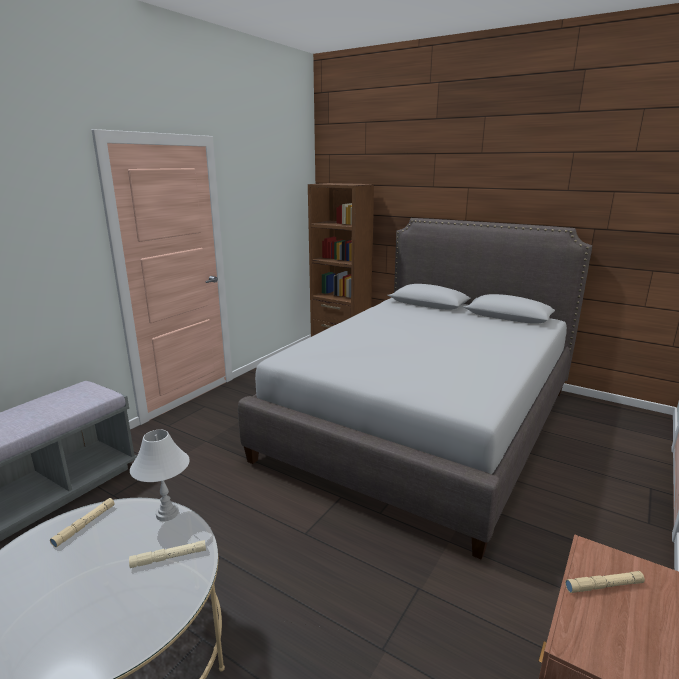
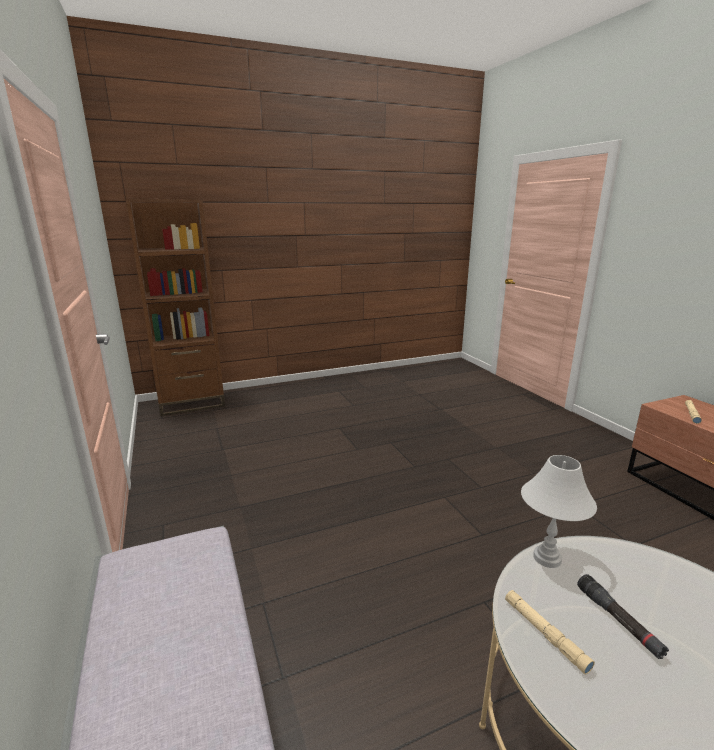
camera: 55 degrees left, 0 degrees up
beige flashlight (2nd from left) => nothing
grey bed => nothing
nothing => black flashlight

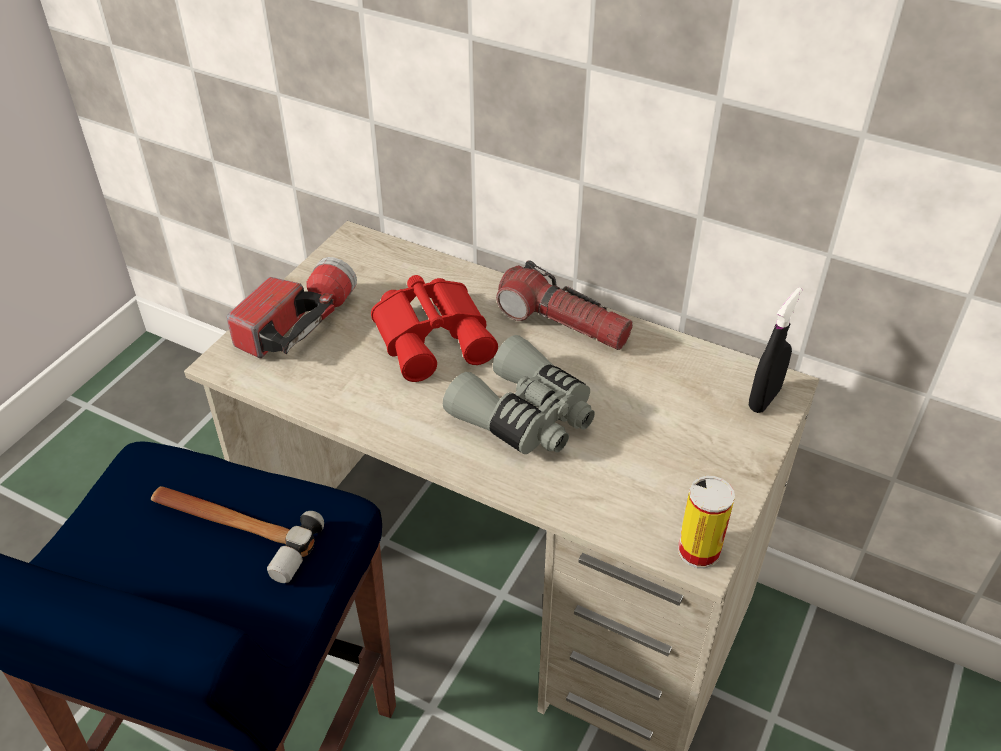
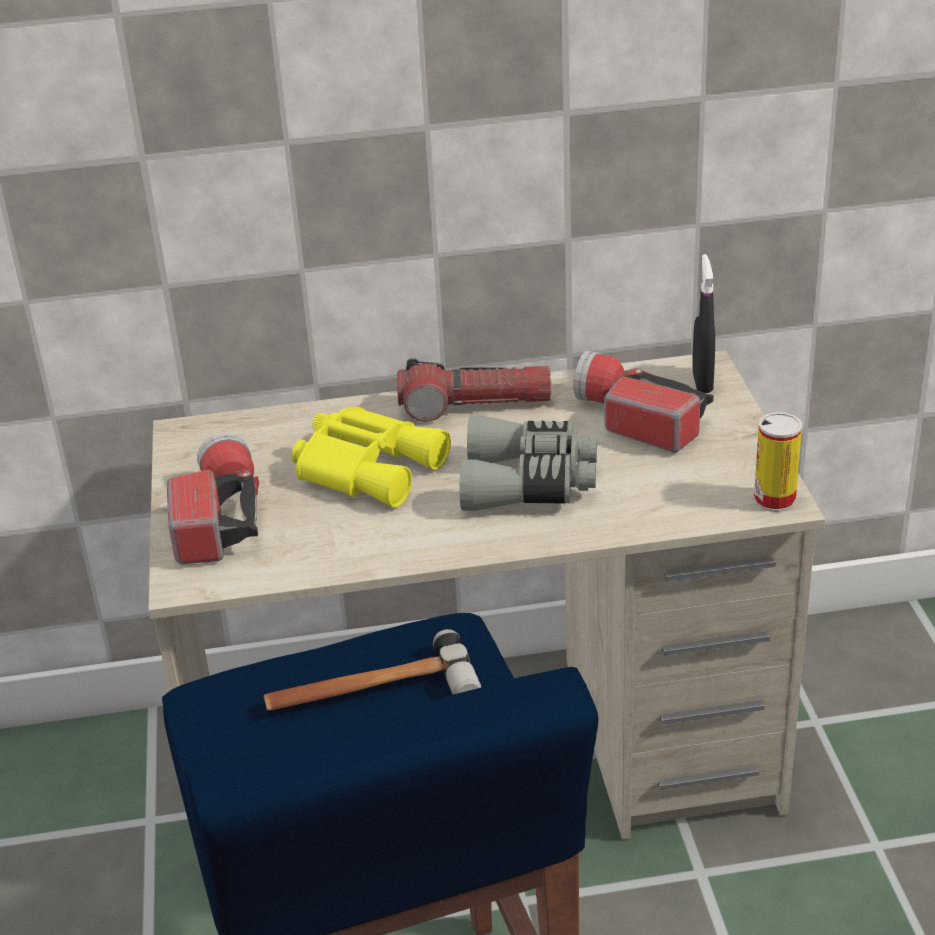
camera: 35 degrees left, 10 degrees down
red binoculars => yellow binoculars
nothing => flashlight (3rd from left)

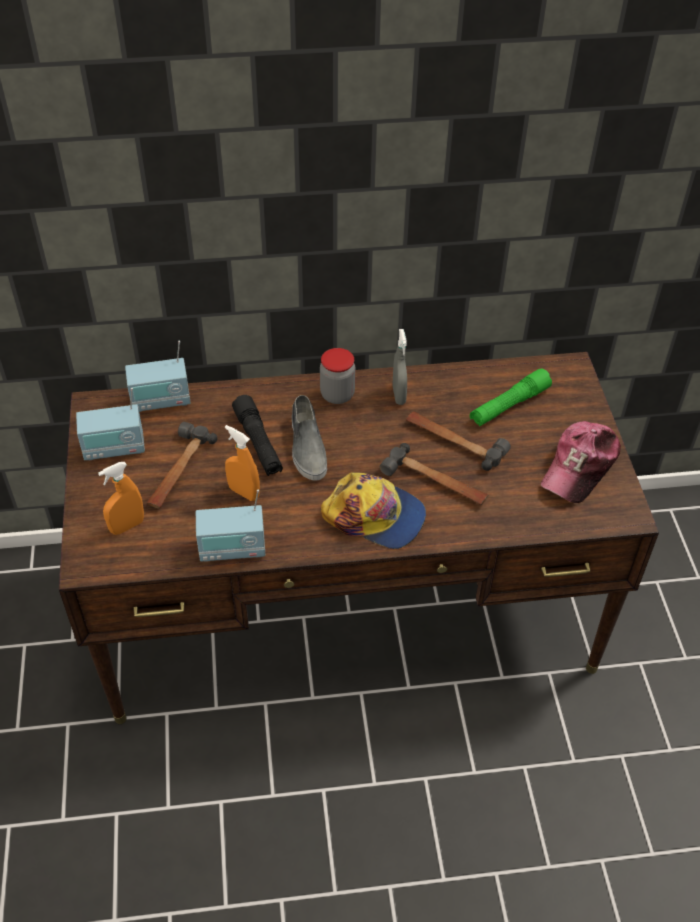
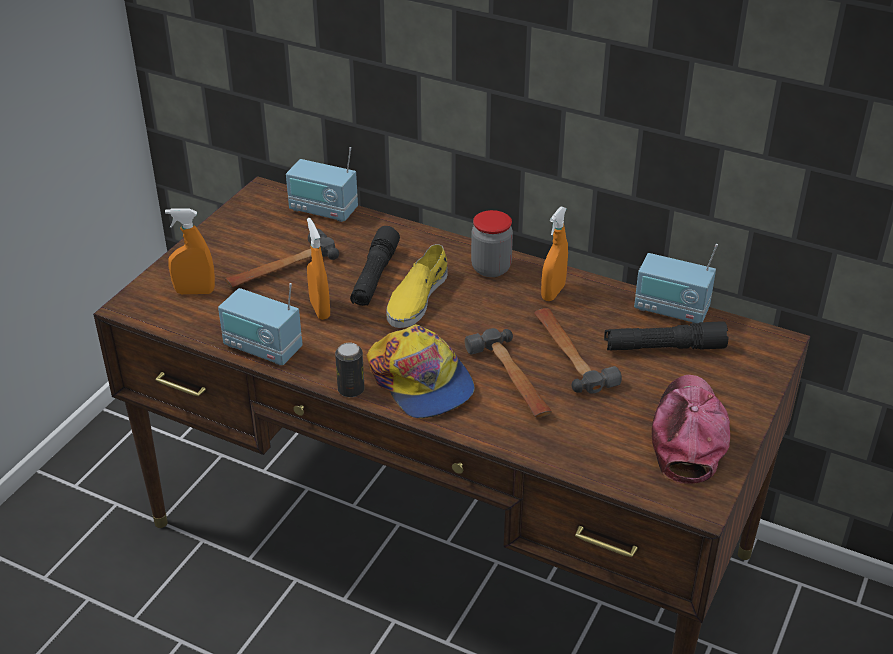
camera: 35 degrees right, 10 degrees down
radio (1st from left in the first image) => radio (3rd from left), moved
grey shoe => yellow shoe
grey spray bottle => orange spray bottle (3rd from left)
green flashlight => black flashlight (2nd from left)
cap (2nd from left), 120 degrees clockwise
nothing => can

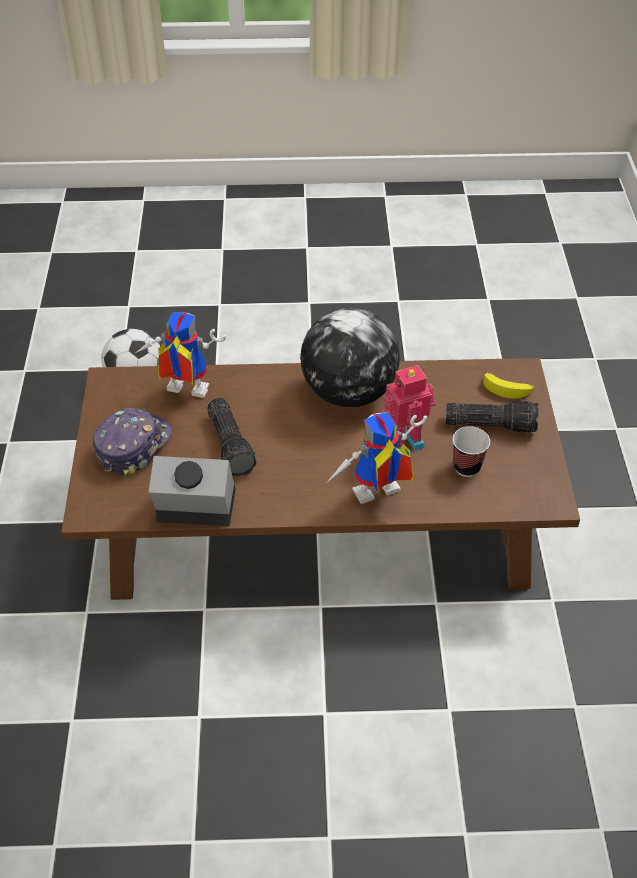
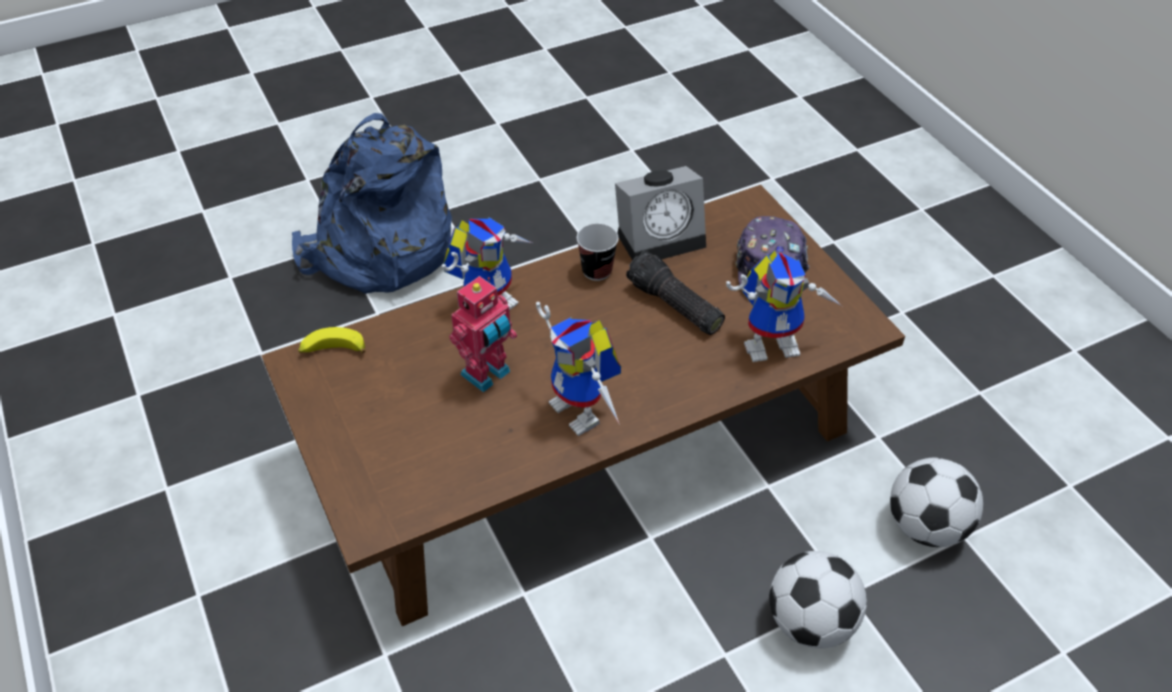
camera: 155 degrees right, 0 degrees up
globe => toy robot (3rd from left)
flashlight (2nd from left) => nothing
cup, moved
banana, moved
nothing => blue backpack
nothing => football (1st from left)

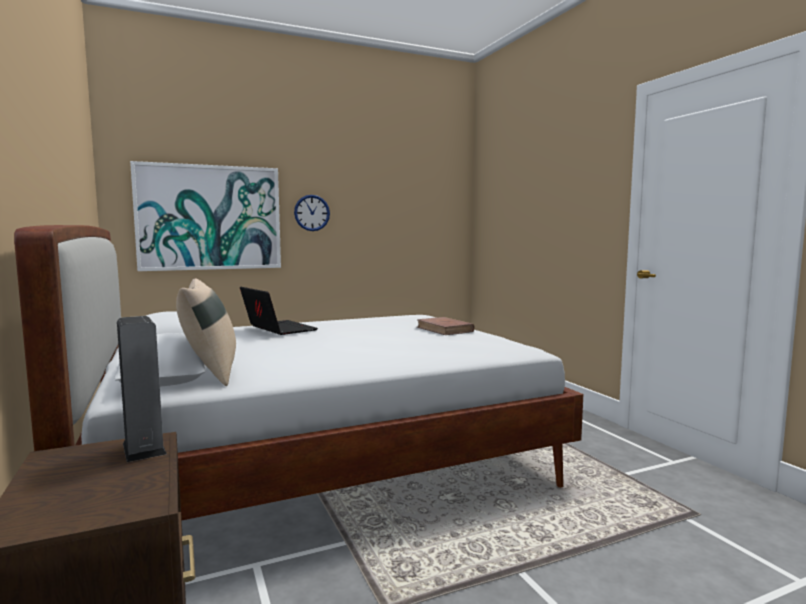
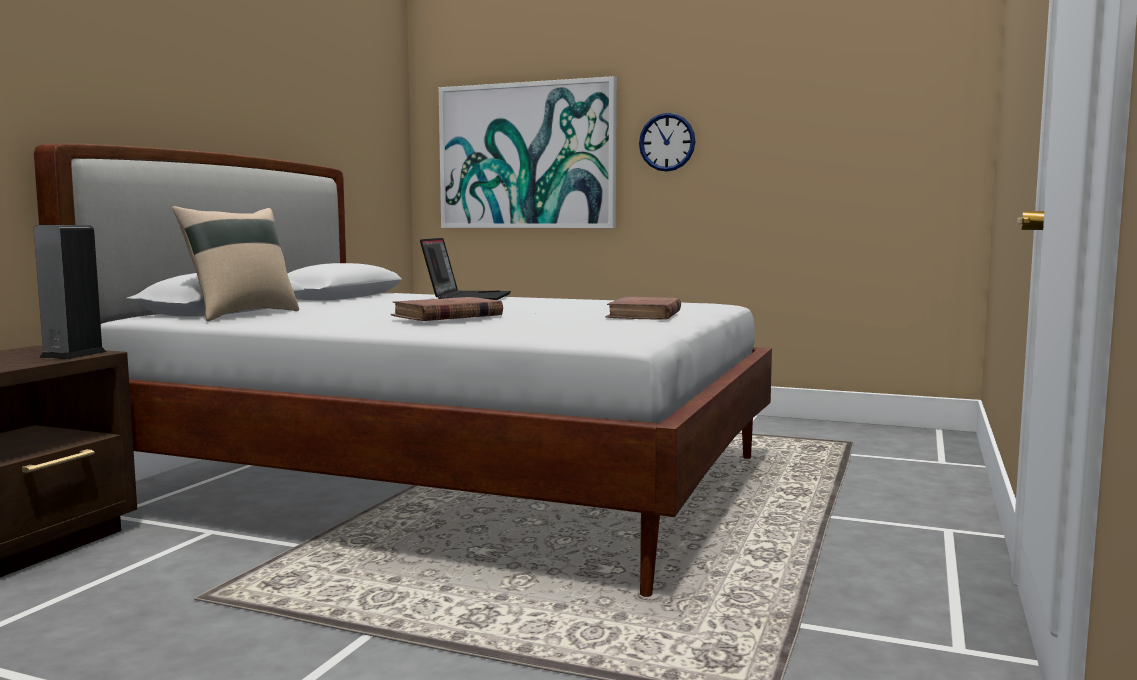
camera: 45 degrees right, 0 degrees up
nothing => brown book (1st from left)

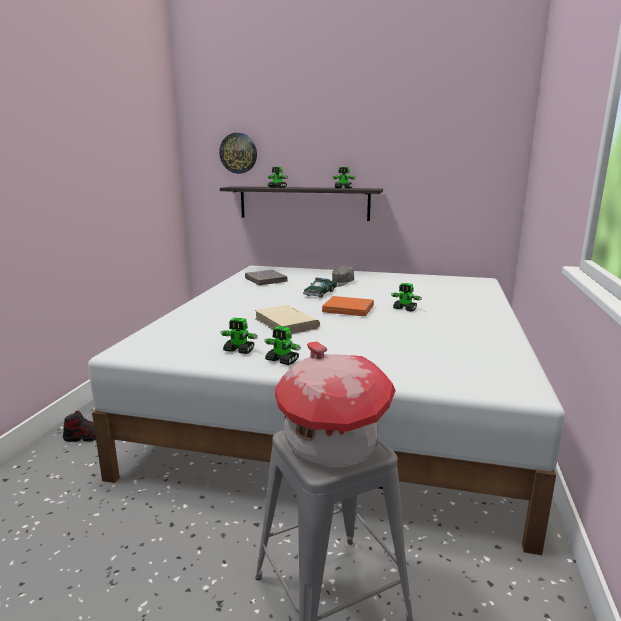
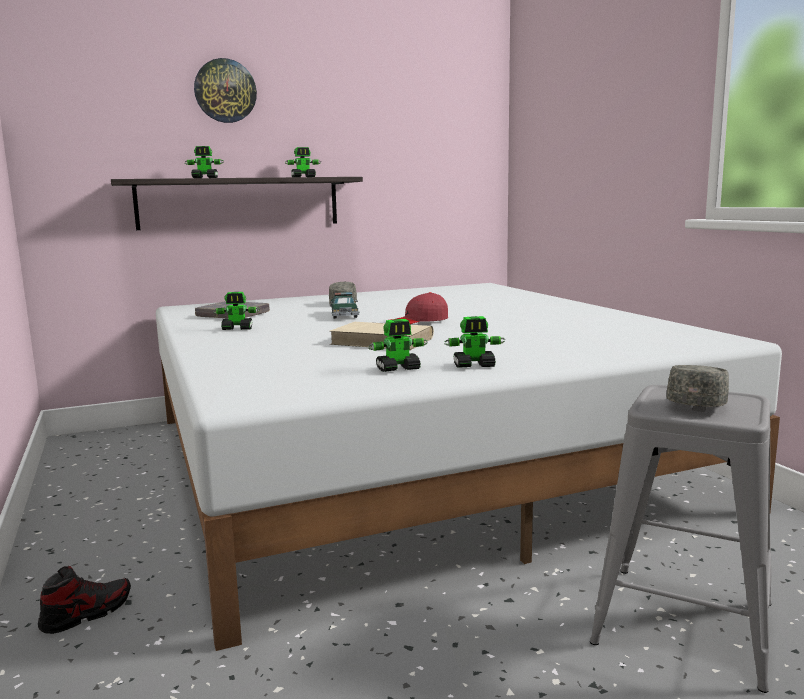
camera: 35 degrees left, 5 degrees down
wall clock, moved
toy house => grey cap (2nd from left)
orange book => red cap
toy robot (5th from left in the first image) => toy robot (2nd from left), moved

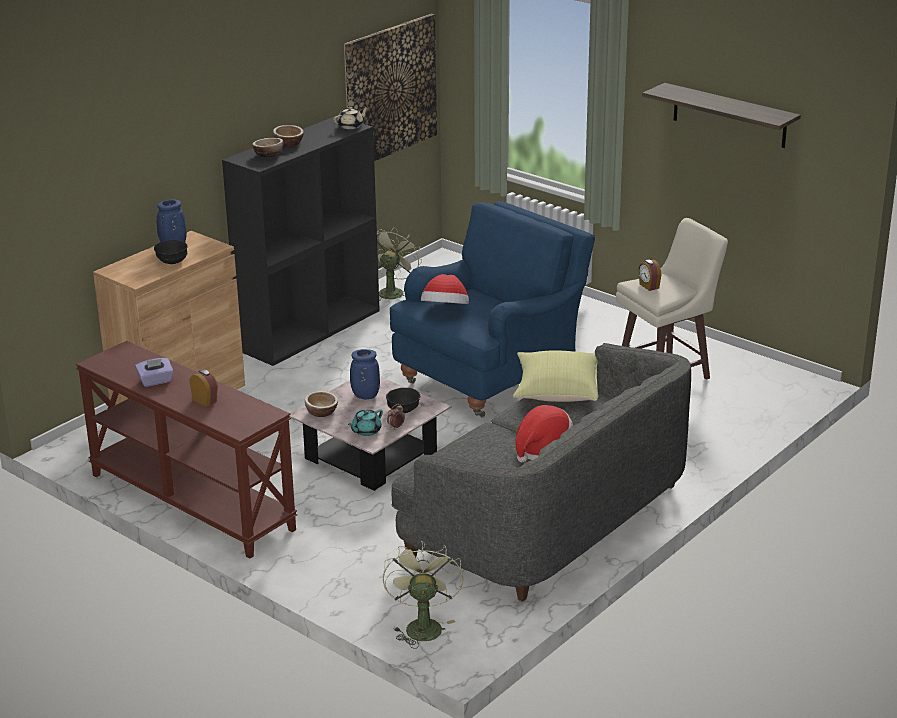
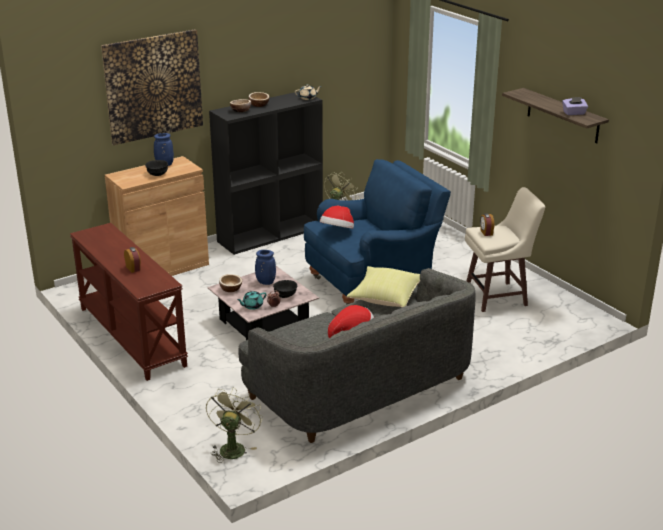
camera: 15 degrees right, 0 degrees up
purple tissue box, moved
picture, moved

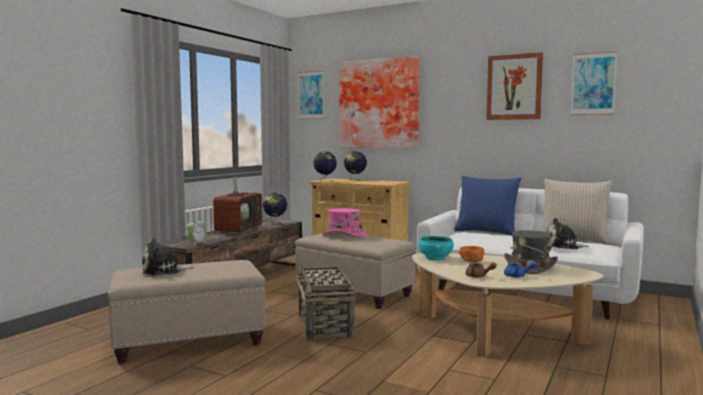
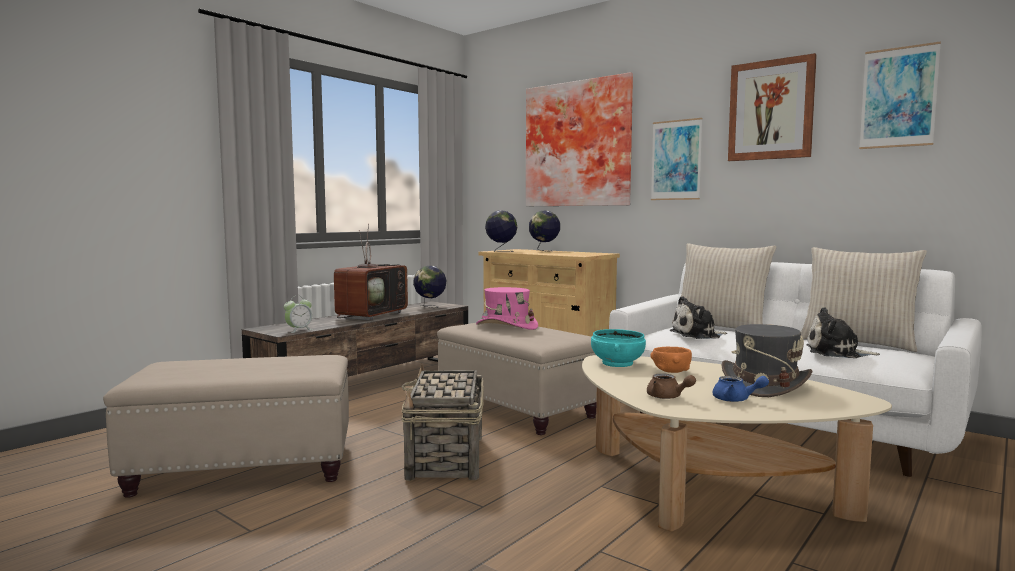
camera: 10 degrees right, 0 degrees up
plush toy (1st from left), moved
picture (1st from left in the first image) => picture (2nd from left), moved
blue pillow => beige pillow (1st from left)

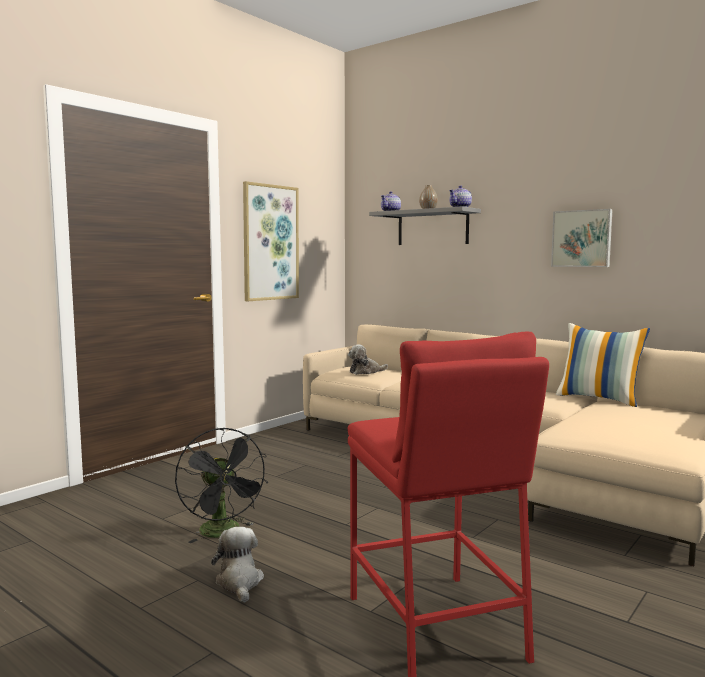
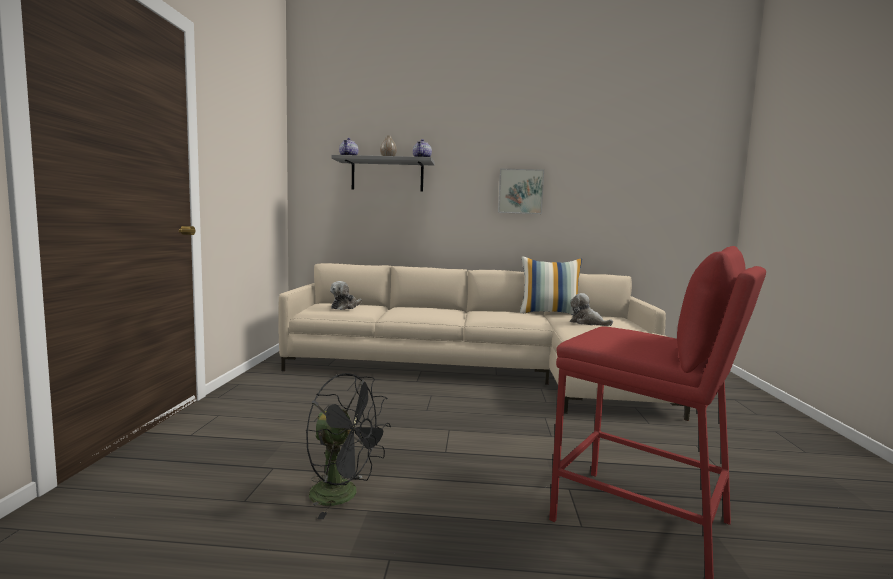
camera: 35 degrees left, 0 degrees up
plush toy (1st from left in the first image) => plush toy (2nd from left), moved
picture (1st from left) => nothing

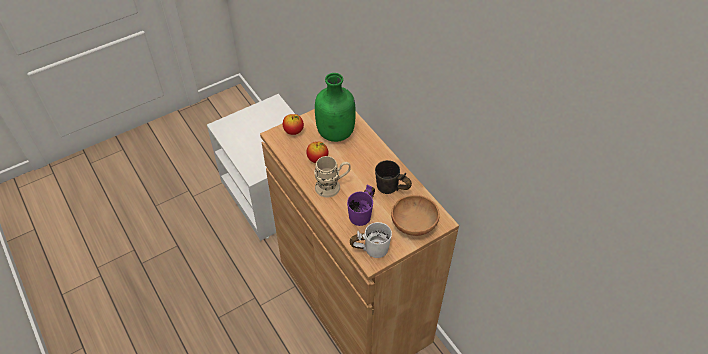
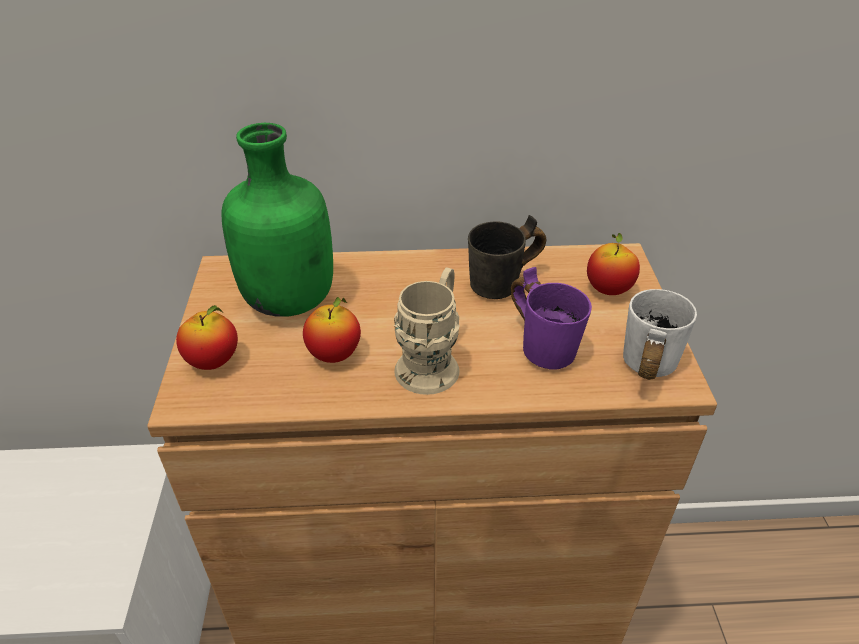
camera: 60 degrees left, 10 degrees down
brown bowl => apple (3rd from left)

